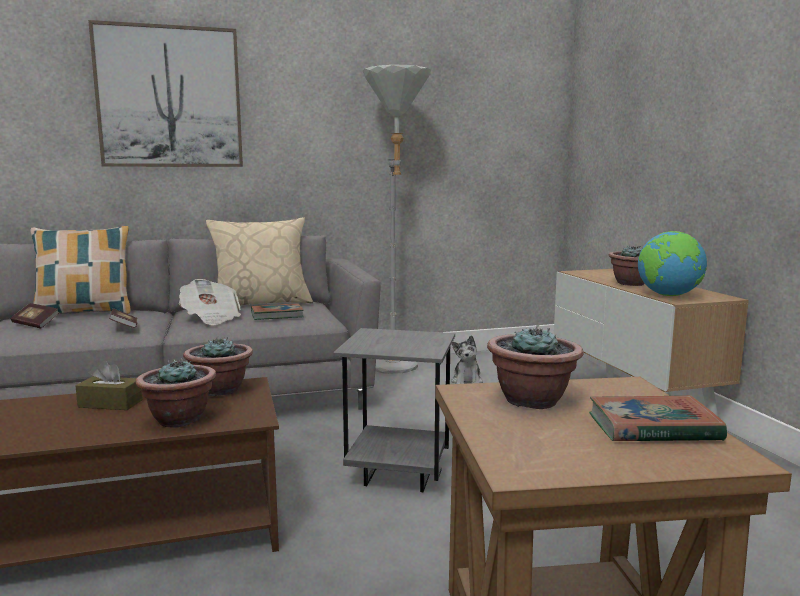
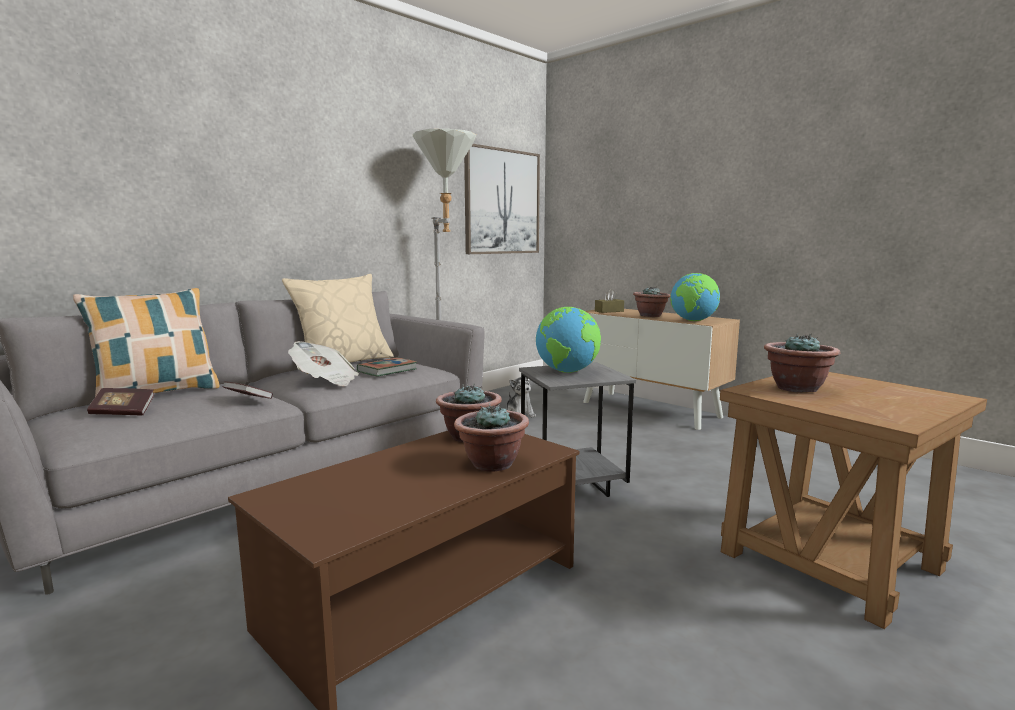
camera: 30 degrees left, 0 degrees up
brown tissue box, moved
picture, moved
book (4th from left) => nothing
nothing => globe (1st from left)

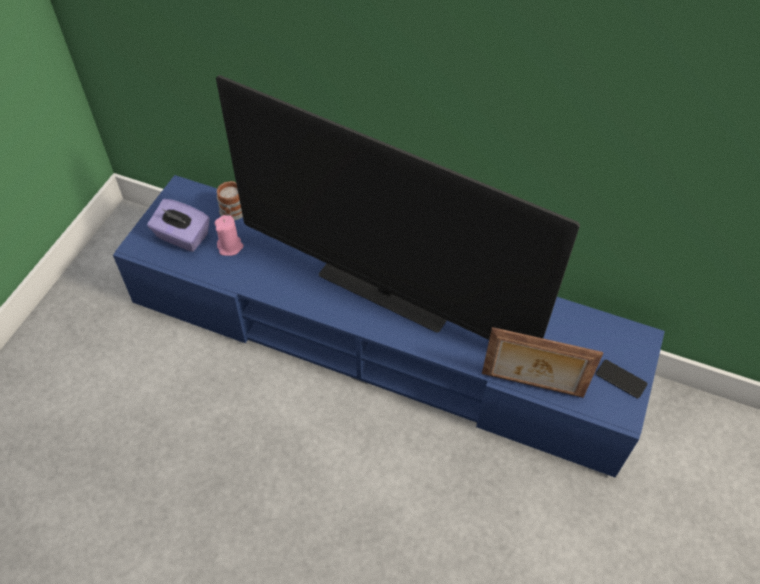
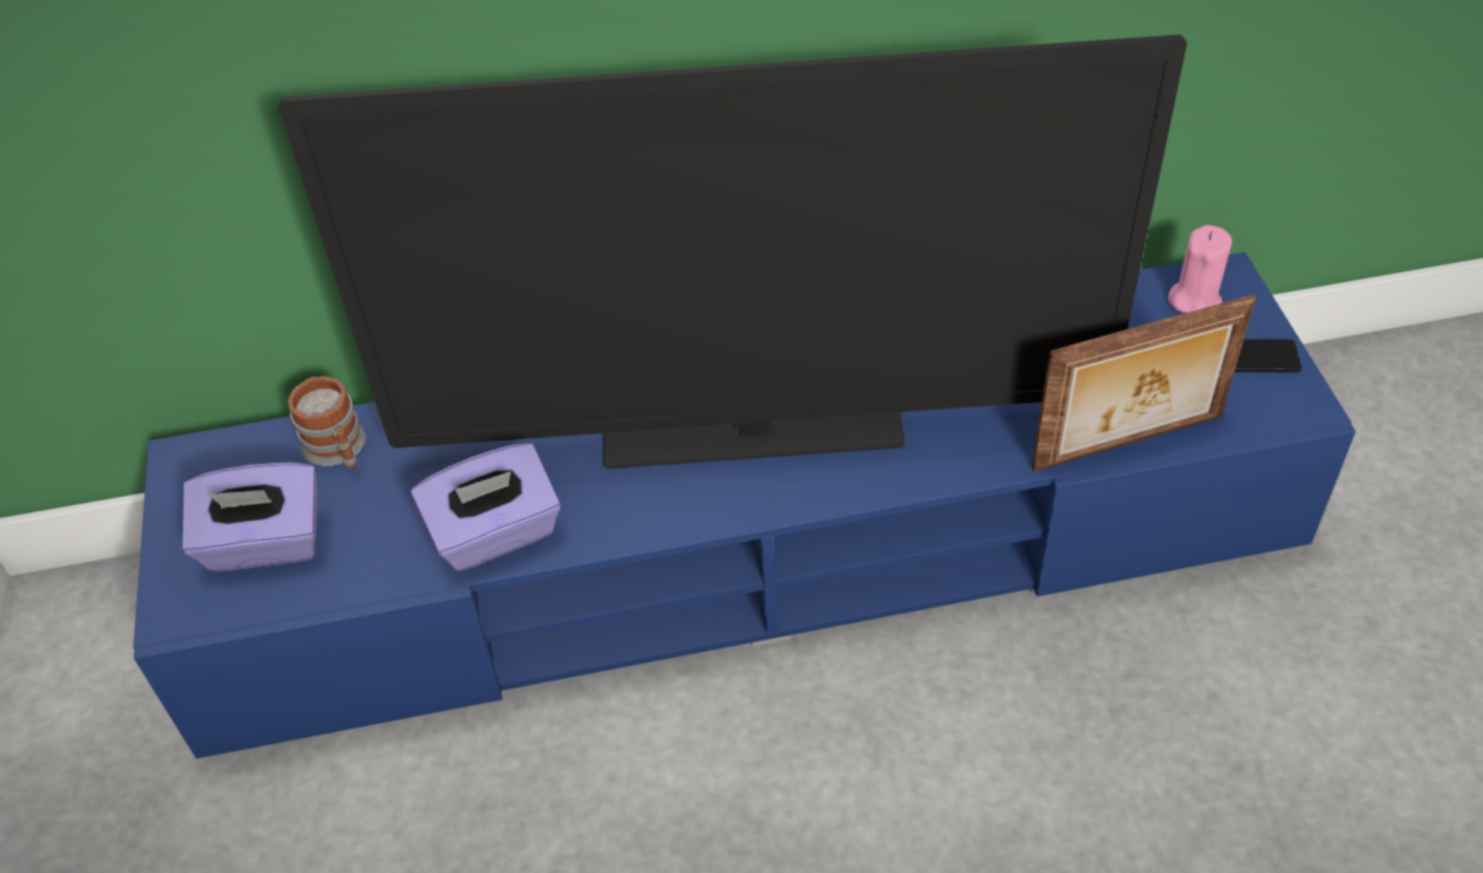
camera: 30 degrees left, 5 degrees down
pink candle, moved
nothing => purple tissue box (2nd from left)

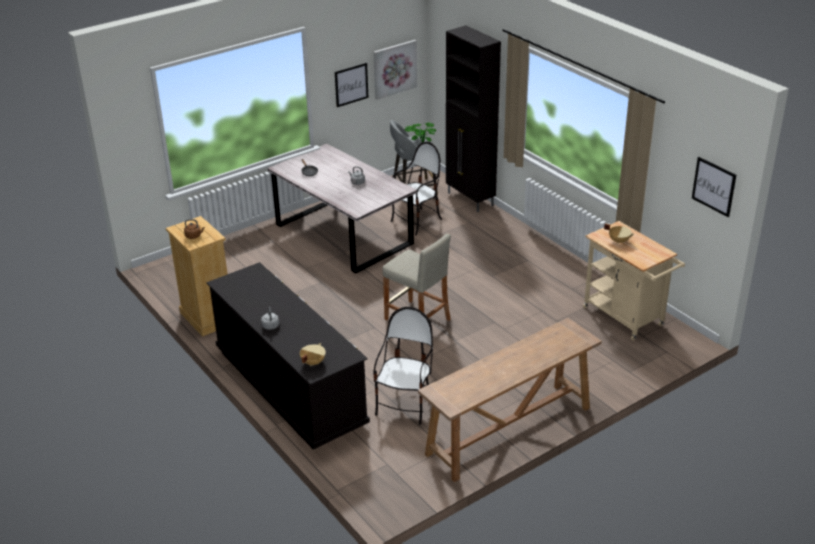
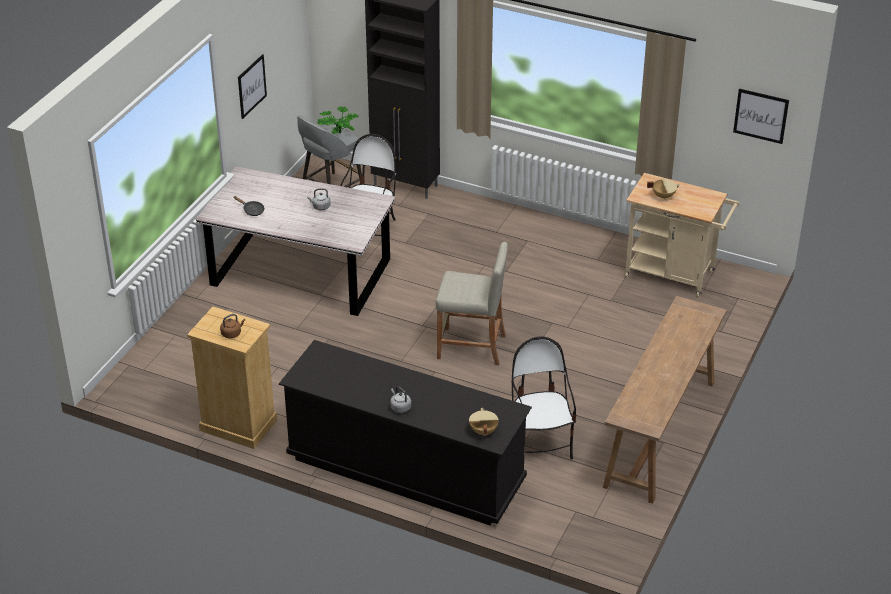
camera: 30 degrees left, 5 degrees up
picture (2nd from left) => nothing

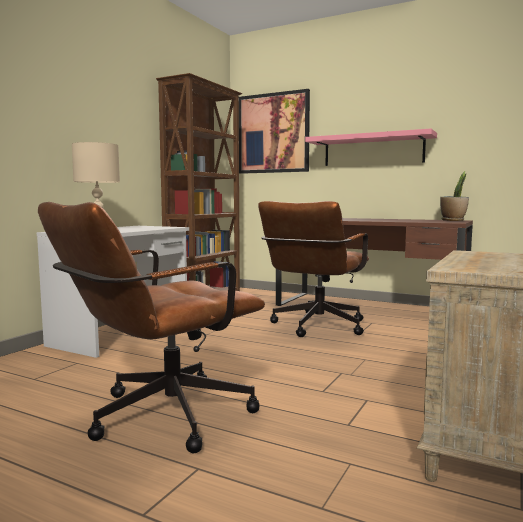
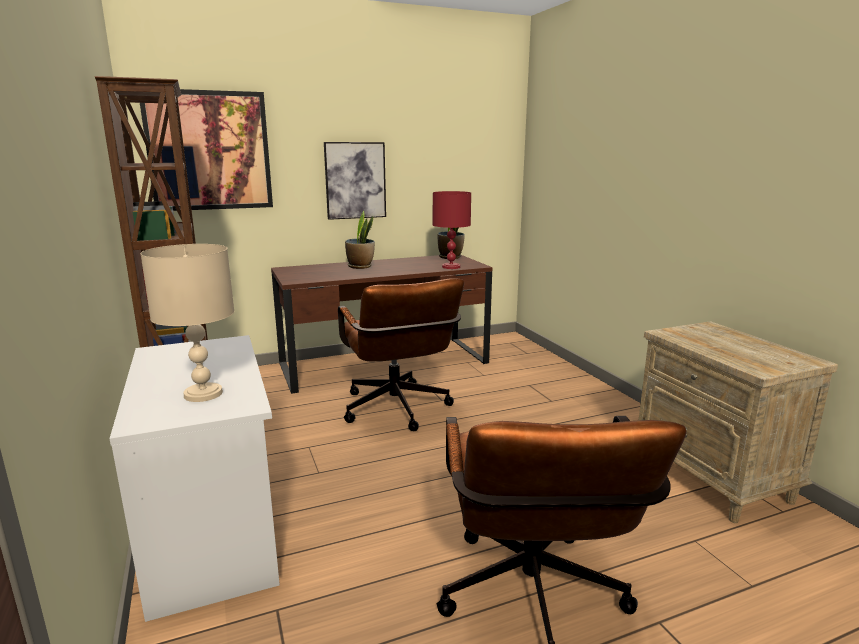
camera: 50 degrees left, 10 degrees up
pink shelf => picture (2nd from left)
nothing => potted plant (1st from left)
nothing => red table lamp

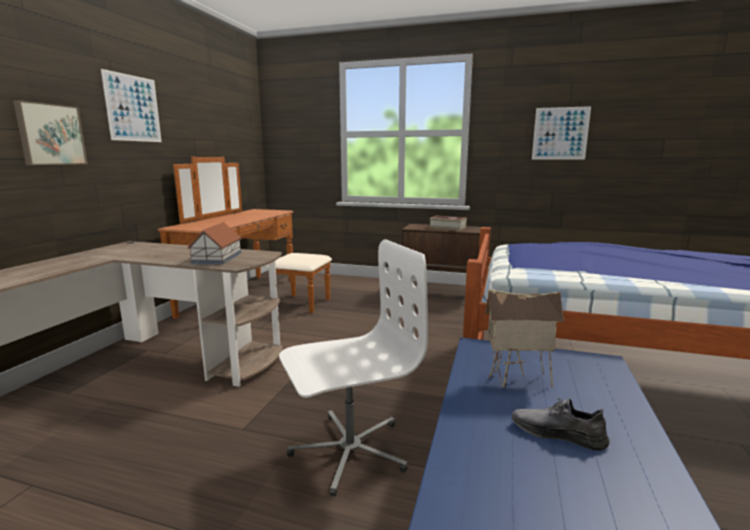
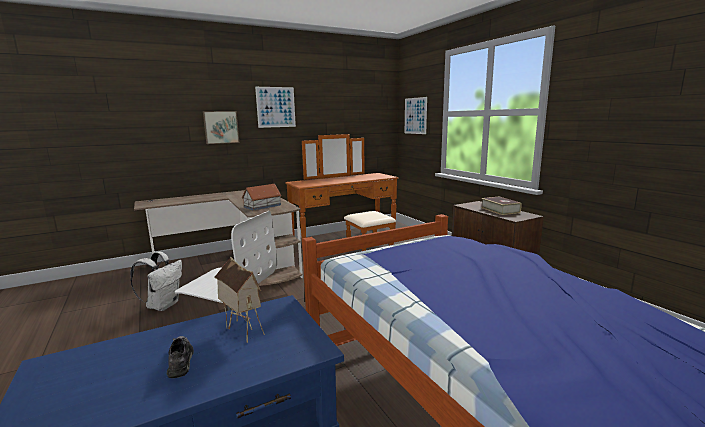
camera: 45 degrees right, 0 degrees up
picture (3rd from left), moved
nothing => white backpack

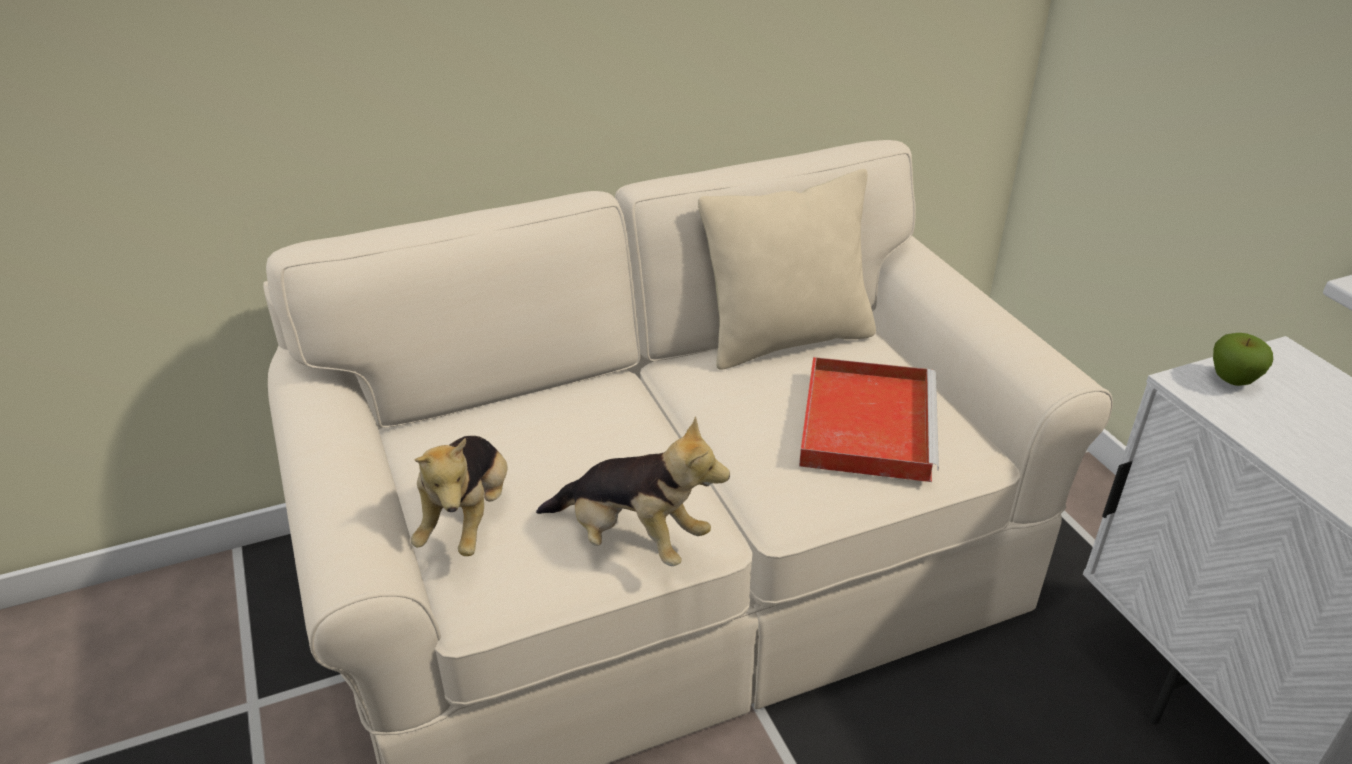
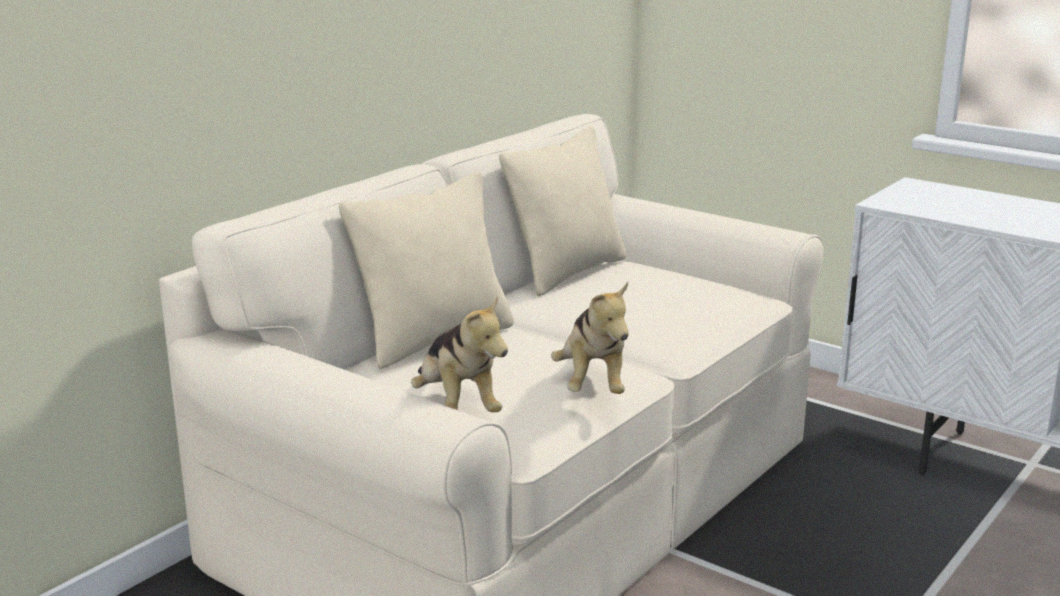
camera: 30 degrees left, 15 degrees down
plush toy (2nd from left), 90 degrees clockwise
red tray => nothing
apple => nothing
nothing => beige pillow (1st from left)

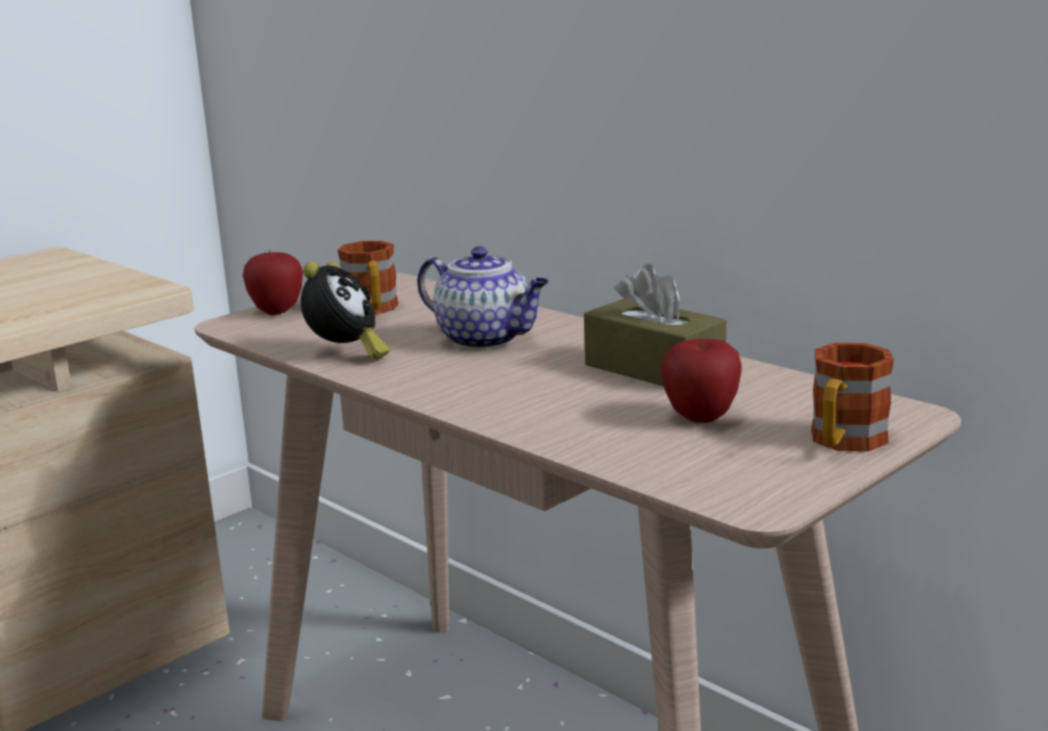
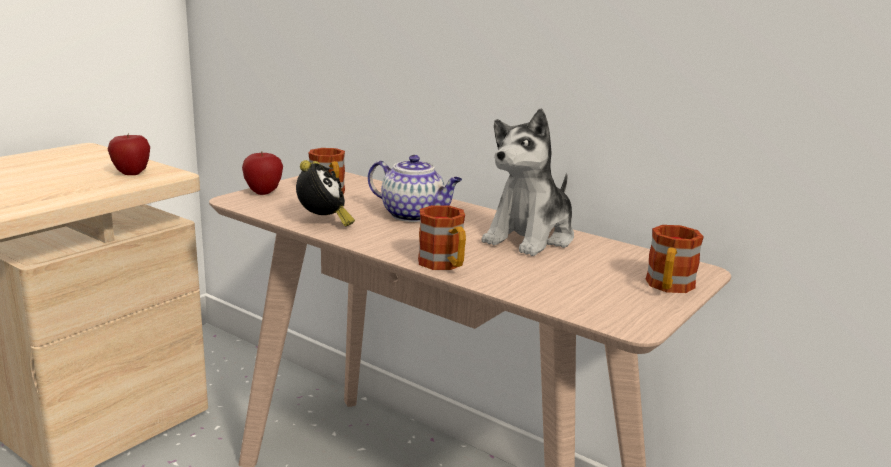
camera: 10 degrees left, 0 degrees up
brown tissue box => plush toy
apple (2nd from left in the first image) => apple (1st from left), moved
nothing => mug (2nd from left)

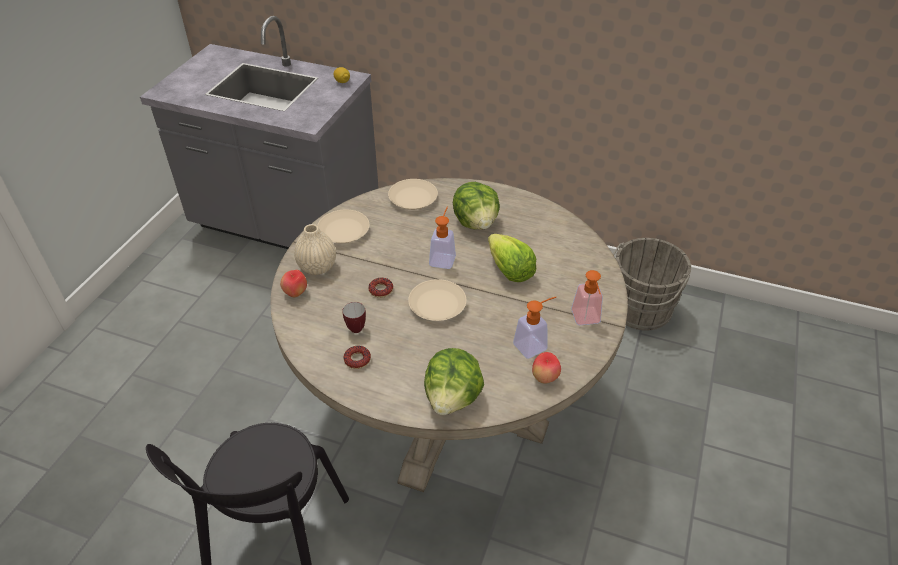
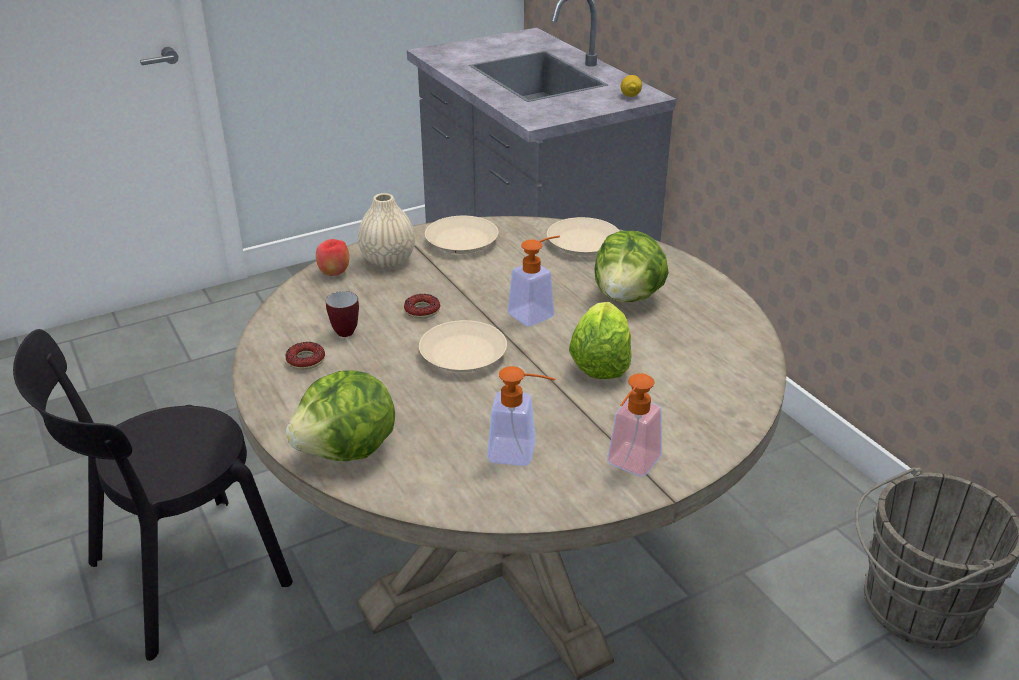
camera: 40 degrees right, 10 degrees down
apple (2nd from left) => nothing

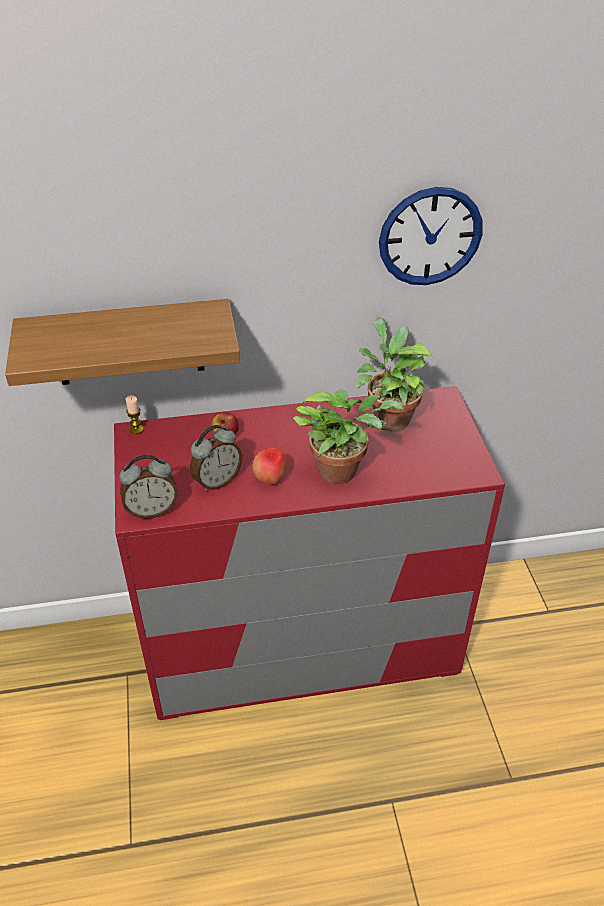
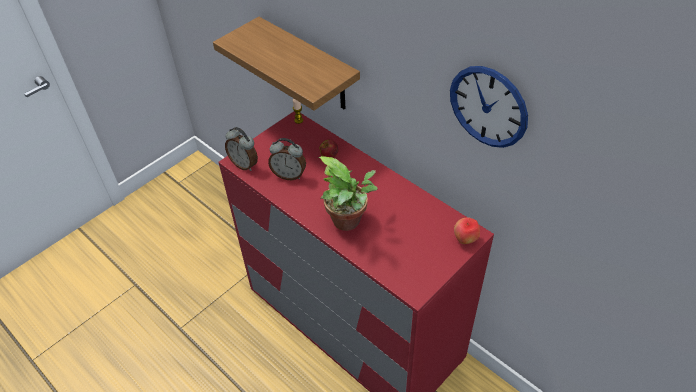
camera: 55 degrees right, 5 degrees up
apple (2nd from left), moved
potted plant (2nd from left) => nothing

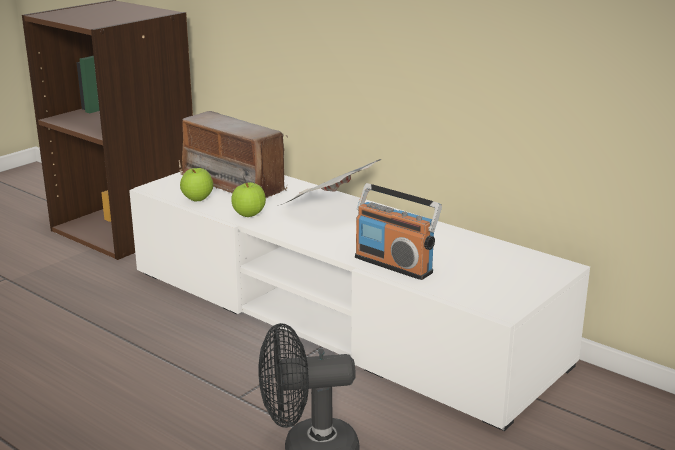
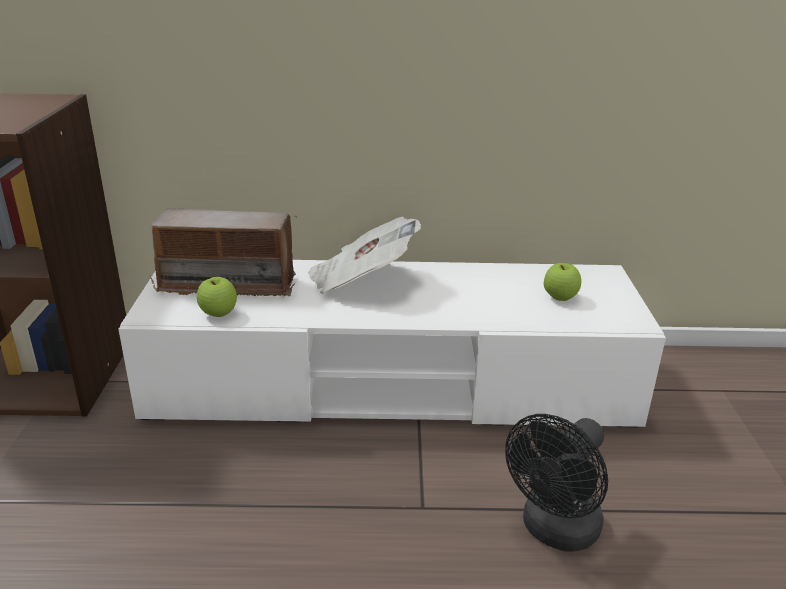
camera: 40 degrees left, 5 degrees up
apple (2nd from left), moved
radio (2nd from left) => nothing

